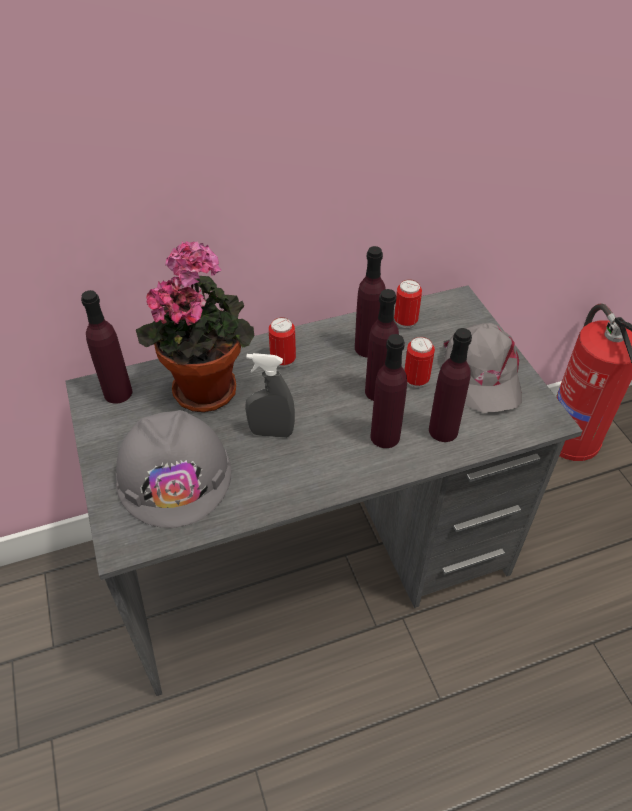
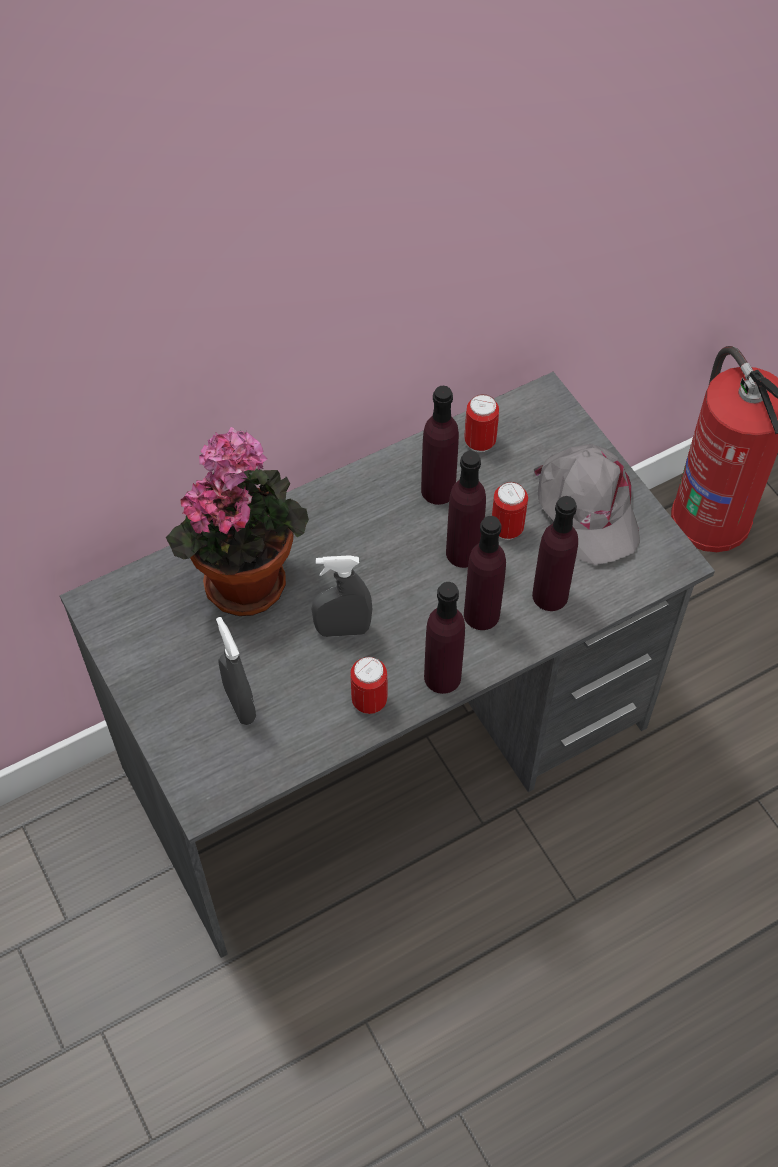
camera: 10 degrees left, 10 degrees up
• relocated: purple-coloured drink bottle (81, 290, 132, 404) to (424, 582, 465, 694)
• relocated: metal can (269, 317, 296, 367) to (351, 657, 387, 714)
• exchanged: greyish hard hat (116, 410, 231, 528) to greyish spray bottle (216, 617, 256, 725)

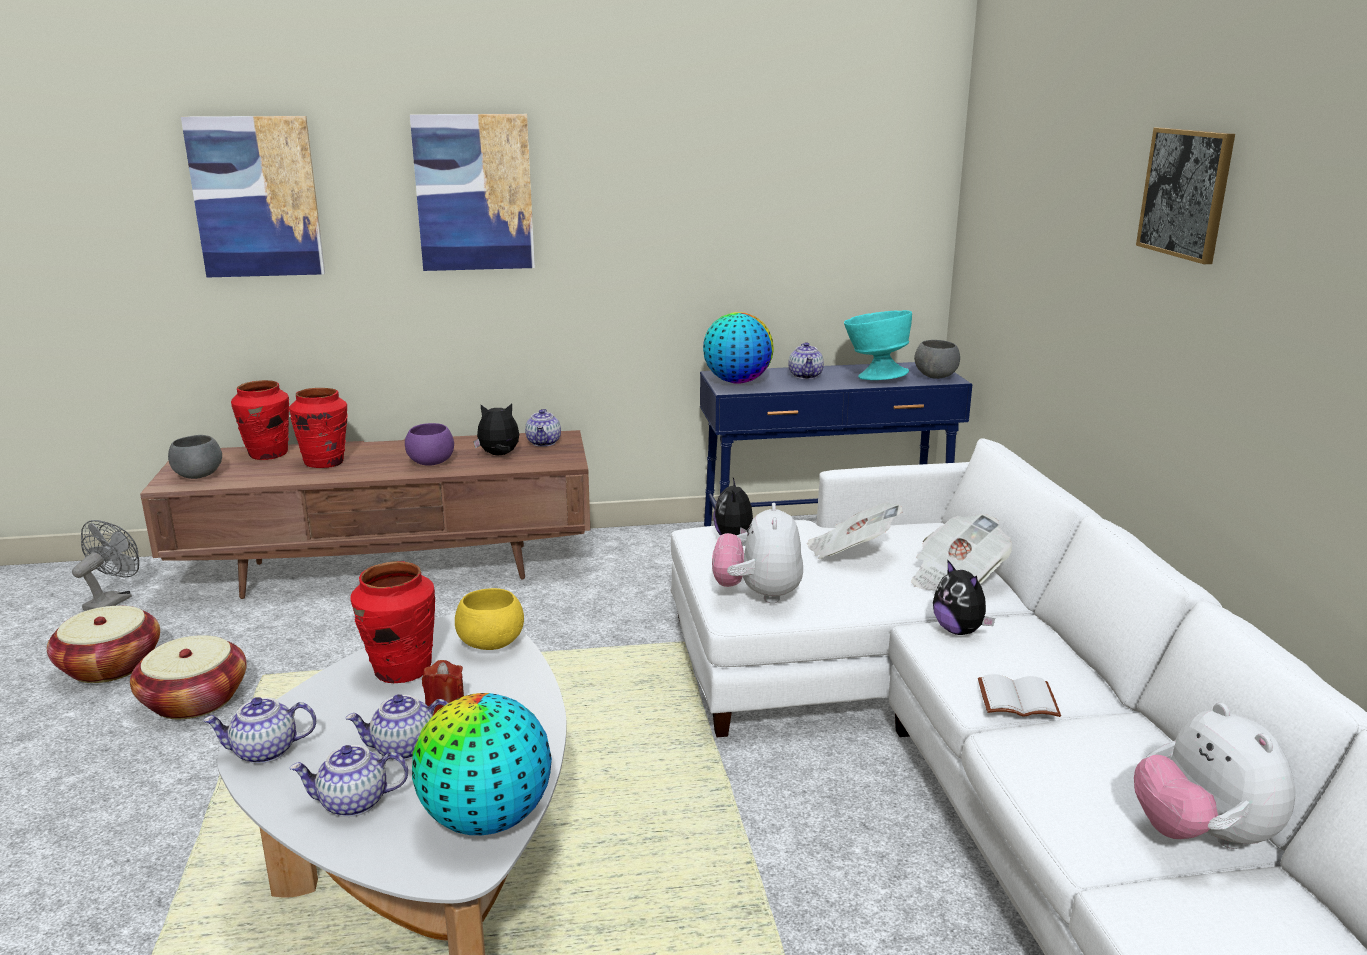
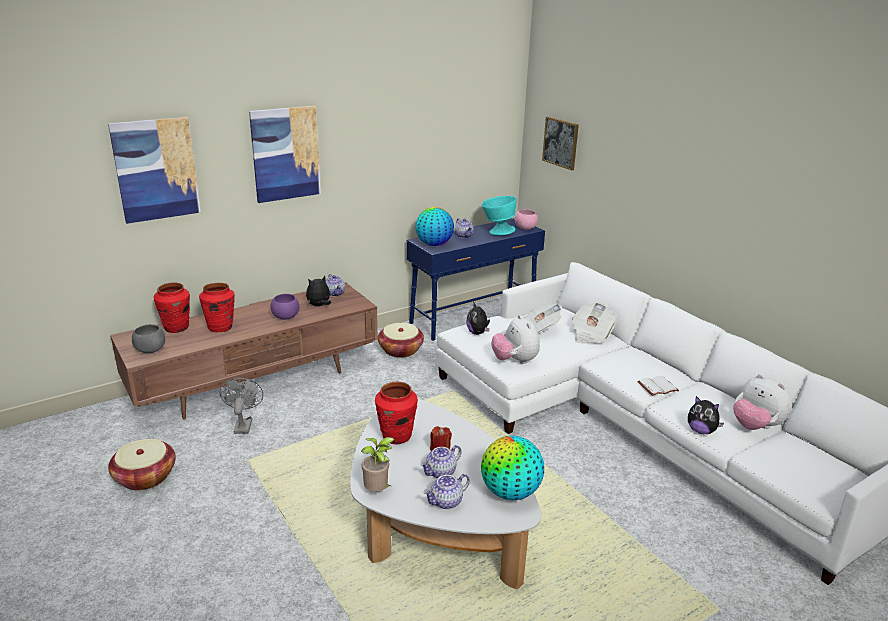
camera: 25 degrees left, 5 degrees up
• missing: yellow bowl (455, 588, 524, 650)
• relocated: greyish cooling fan (72, 520, 139, 611) to (220, 378, 263, 434)
• relocated: household basket (130, 635, 247, 719) to (378, 323, 424, 358)
• relocated: cuddly toy (933, 559, 995, 635) to (688, 396, 724, 434)
• relocated: wall art (1136, 127, 1235, 264) to (542, 117, 579, 171)
• exchanged: teapot (203, 697, 316, 764) to plant in a pot (361, 437, 395, 492)
• colour: greyish bowl (914, 340, 960, 379) to pink-coloured bowl (515, 209, 538, 230)

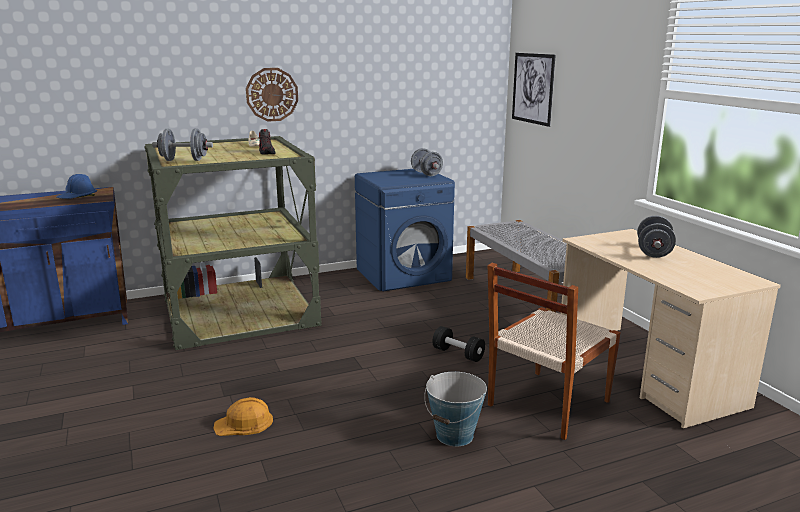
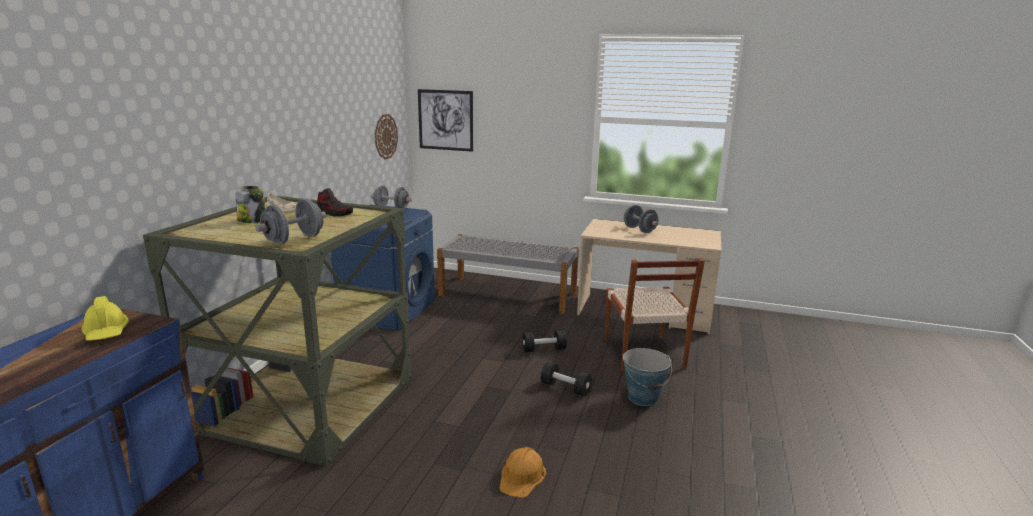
camera: 50 degrees left, 0 degrees up
• appeared: storage jar (236, 186, 265, 223)
• appeared: black hand weight (541, 362, 592, 396)
• relocated: clock on the wall (246, 68, 298, 122) to (375, 114, 398, 160)
• colour: bluish hard hat (57, 174, 97, 199) to yellow hard hat (81, 296, 129, 341)

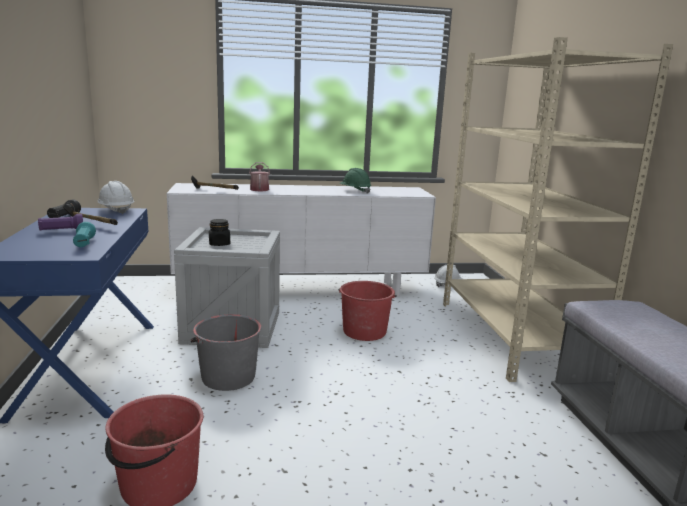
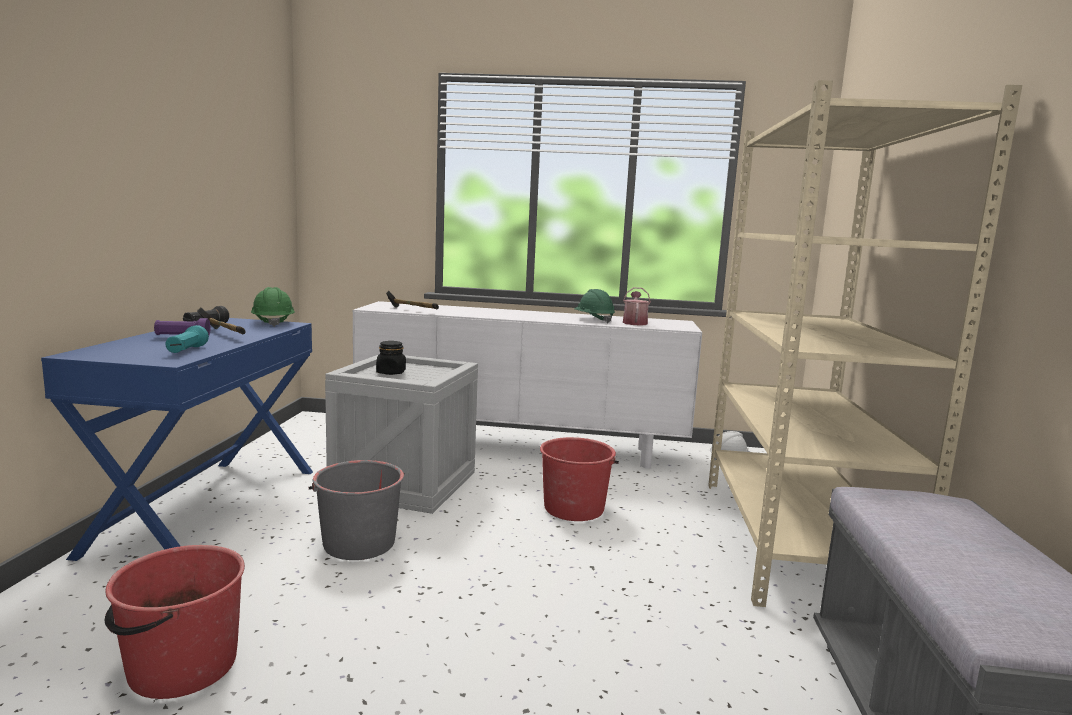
camera: 15 degrees right, 5 degrees down
• relocated: watering can (249, 162, 270, 191) to (623, 287, 651, 326)
• colour: white hard hat (98, 181, 134, 214) to green hard hat (251, 287, 295, 327)

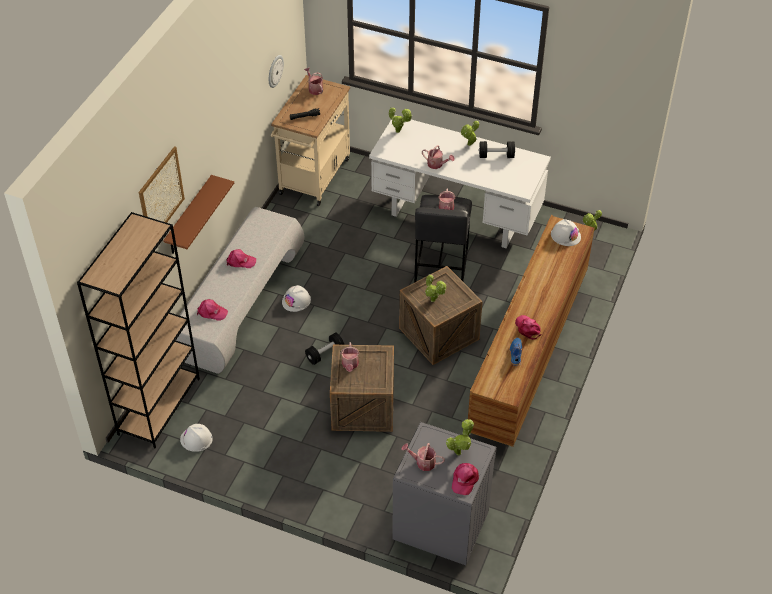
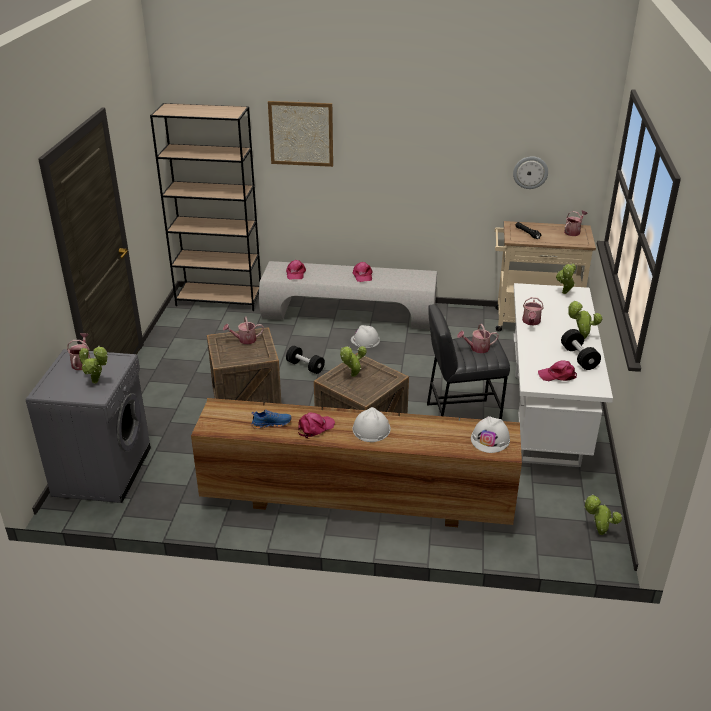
camera: 75 degrees right, 15 degrees down
• missing: brown-coloured bracket shelf (163, 175, 234, 254)
• relocated: white hard hat (180, 424, 213, 452) to (353, 407, 391, 442)
• relocated: pink-coloured cap (452, 463, 479, 495) to (538, 360, 577, 381)

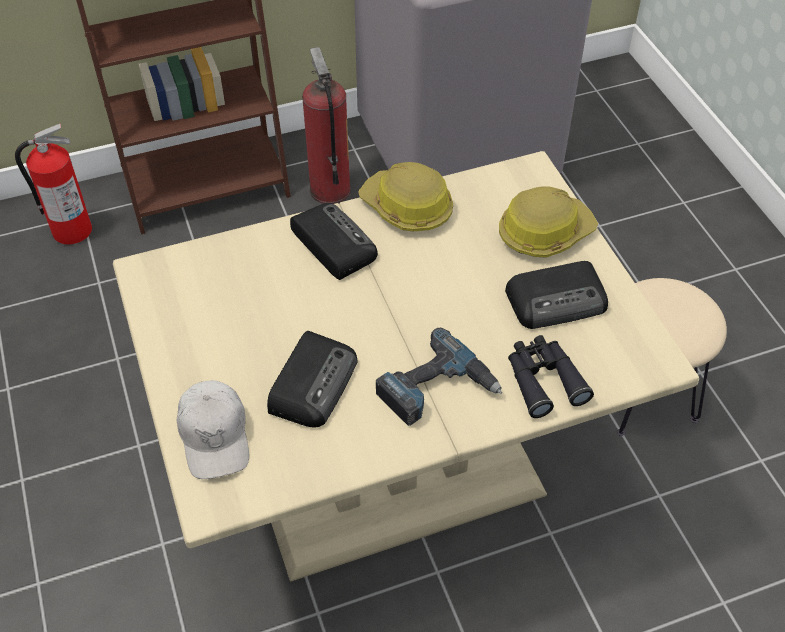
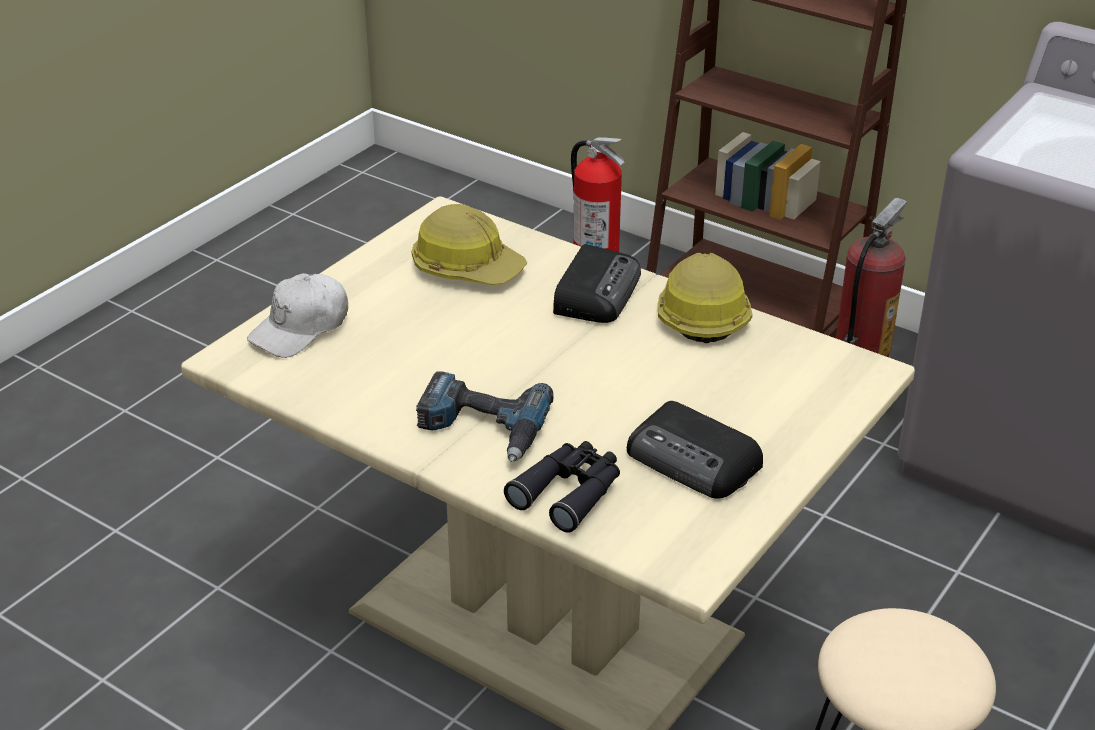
camera: 55 degrees right, 15 degrees down
• missing: radio receiver (267, 331, 357, 427)
• relocated: hard hat (499, 186, 598, 258) to (412, 204, 527, 285)

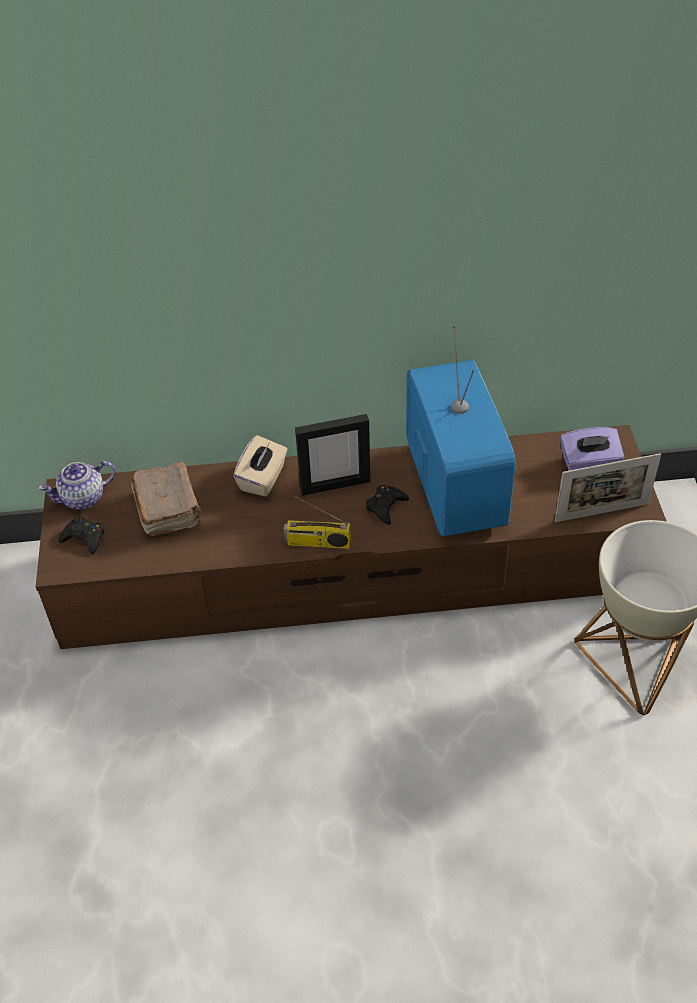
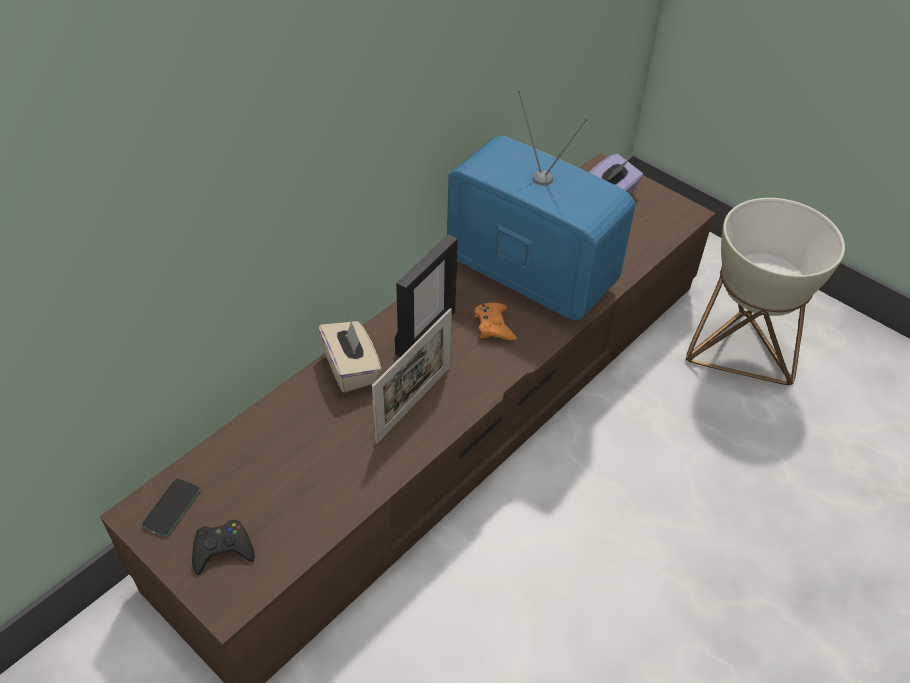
camera: 45 degrees left, 0 degrees up
• missing: brown-coloured volume (131, 461, 201, 536)
• missing: radio receiver (284, 496, 351, 549)
• relocated: picture frame (555, 453, 661, 522) to (372, 308, 452, 443)
• exchanged: teapot (38, 461, 116, 509) to telephone (142, 479, 201, 537)
• colour: black gamepad (366, 485, 409, 525) to orange gamepad (474, 303, 517, 340)

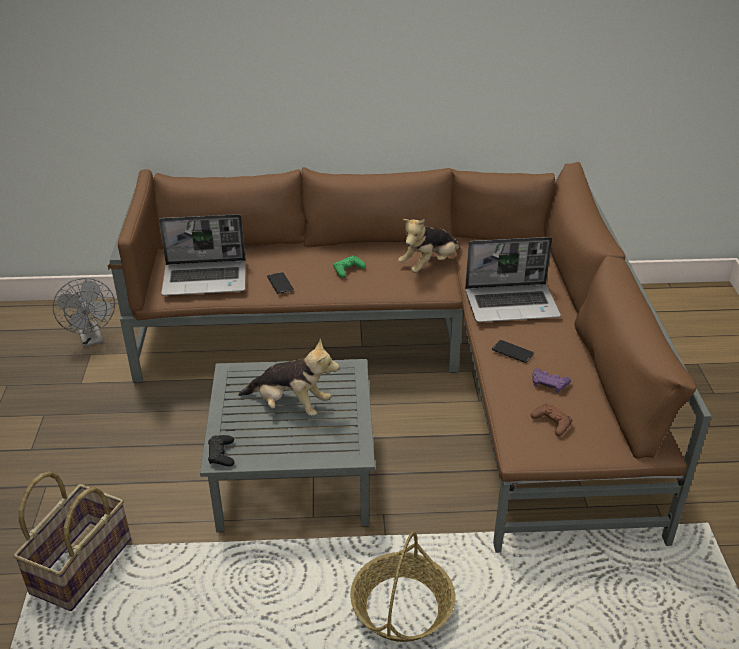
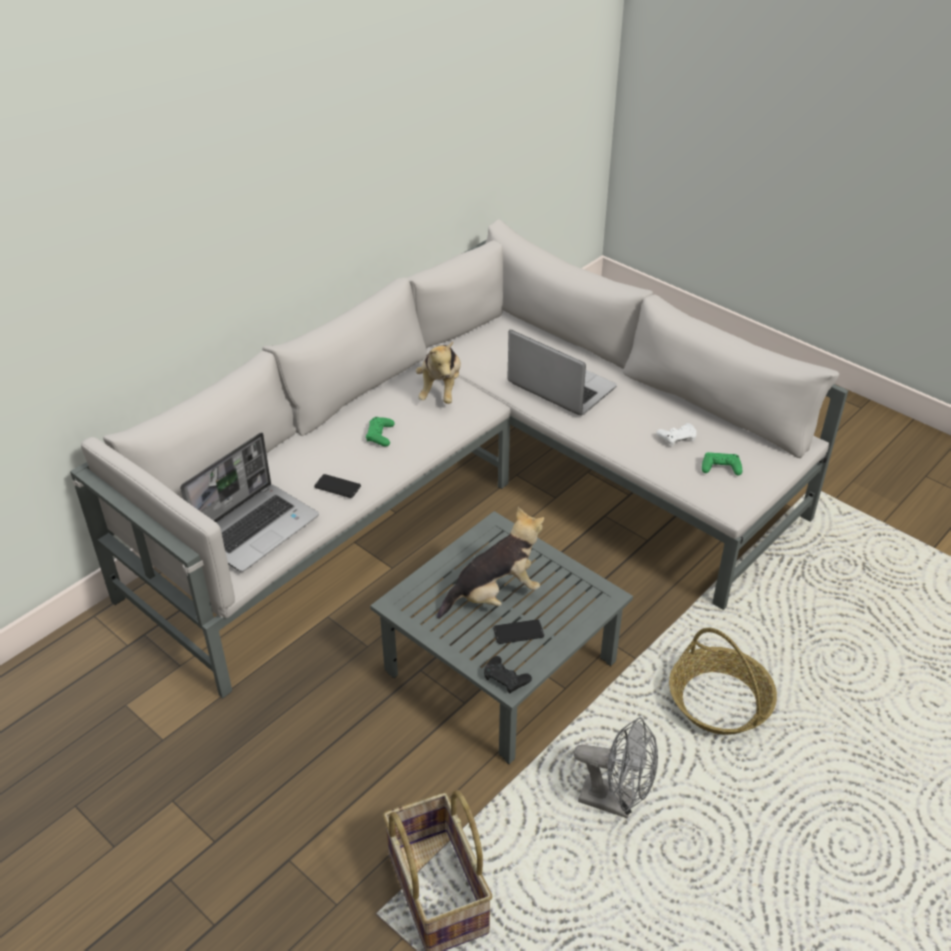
camera: 45 degrees left, 5 degrees up
• relocated: greyish cooling fan (53, 278, 115, 347) to (574, 717, 658, 818)
• relocated: telephone (492, 340, 534, 363) to (493, 619, 544, 644)
• colour: brown-coloured sofa (108, 162, 711, 553) to white sofa (70, 219, 848, 764)
• colour: brown-coloured gamepad (531, 403, 572, 436) to green gamepad (702, 452, 742, 476)
• colour: purple-coloured gamepad (532, 368, 571, 393) to white gamepad (656, 423, 697, 446)
• spun: laptop (465, 237, 561, 322) = (507, 330, 617, 415) 90 degrees counterclockwise

